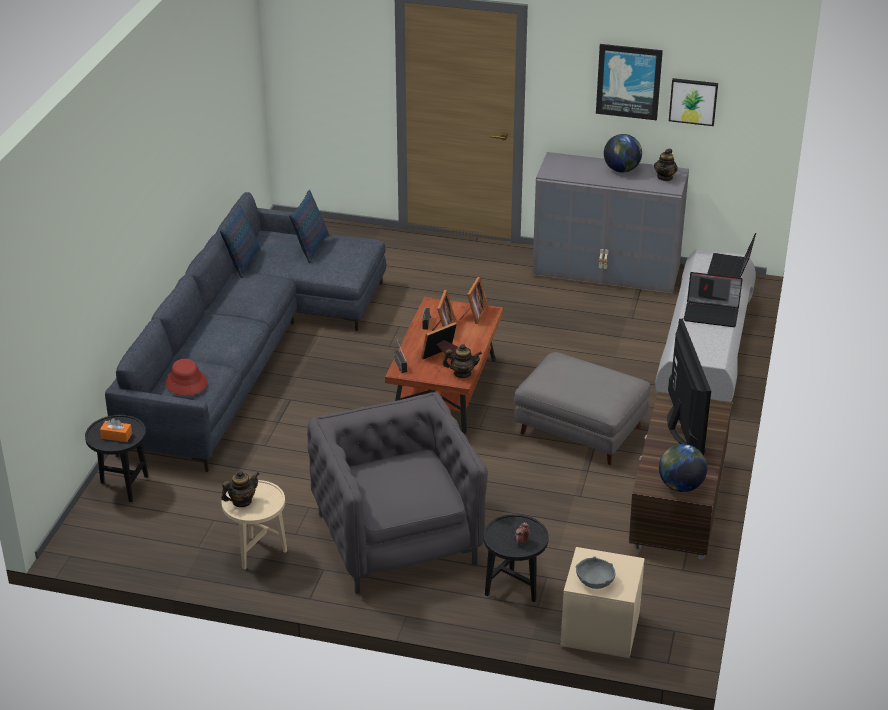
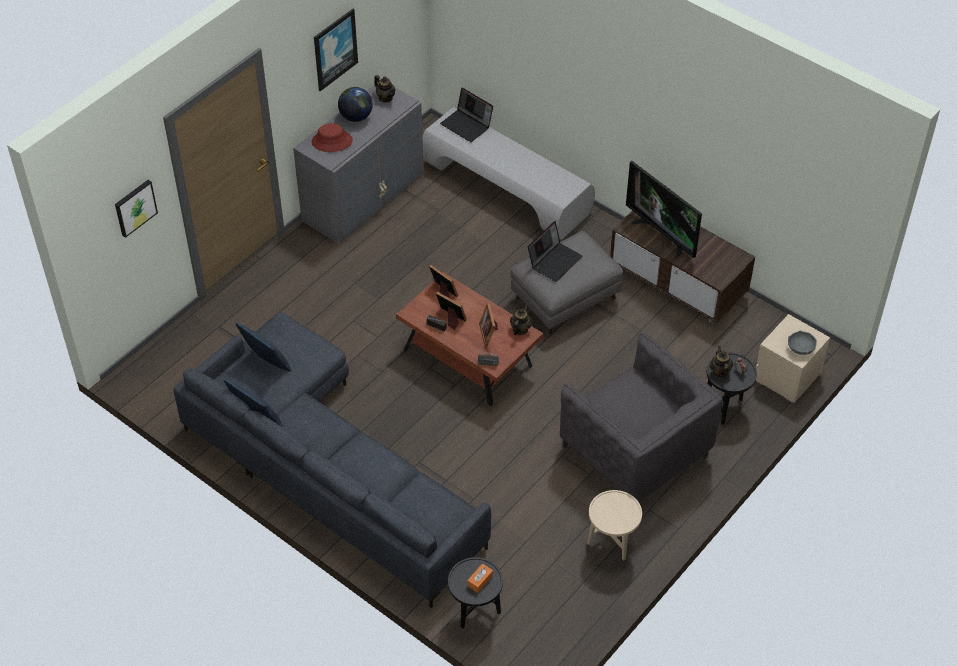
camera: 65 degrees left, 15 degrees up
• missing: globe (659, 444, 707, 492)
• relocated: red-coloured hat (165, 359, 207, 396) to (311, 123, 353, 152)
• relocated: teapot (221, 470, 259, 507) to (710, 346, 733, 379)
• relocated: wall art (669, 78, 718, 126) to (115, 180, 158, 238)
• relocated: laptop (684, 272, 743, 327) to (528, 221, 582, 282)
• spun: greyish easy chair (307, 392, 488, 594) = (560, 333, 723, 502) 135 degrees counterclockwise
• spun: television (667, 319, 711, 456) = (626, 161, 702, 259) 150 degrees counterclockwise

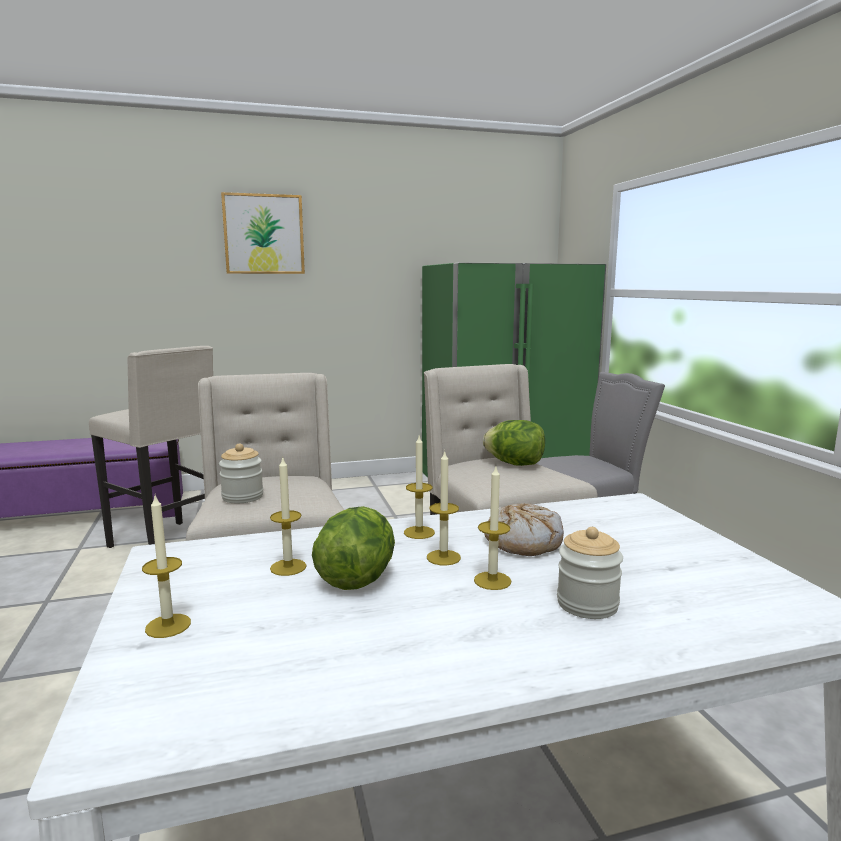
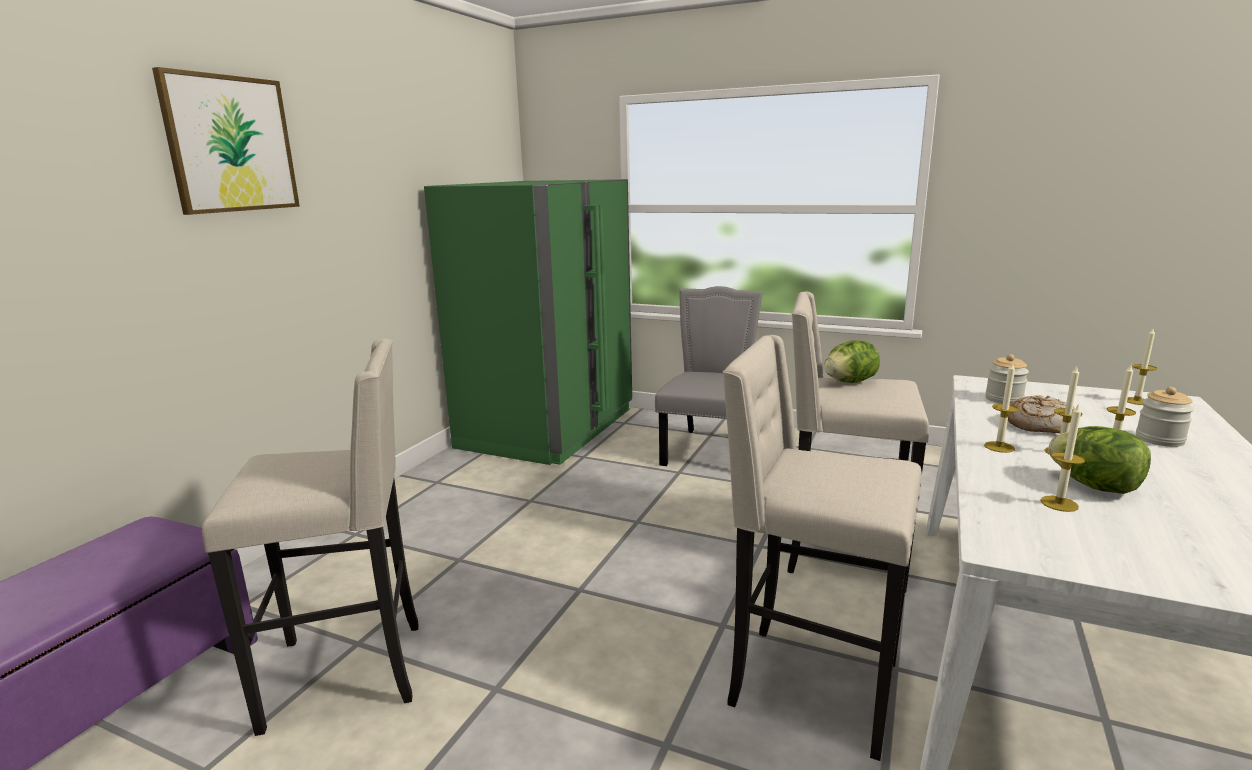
camera: 50 degrees left, 5 degrees up
• relocated: candle (142, 496, 191, 638) to (1127, 328, 1157, 405)
• relocated: storage jar (219, 443, 263, 503) to (985, 354, 1029, 404)

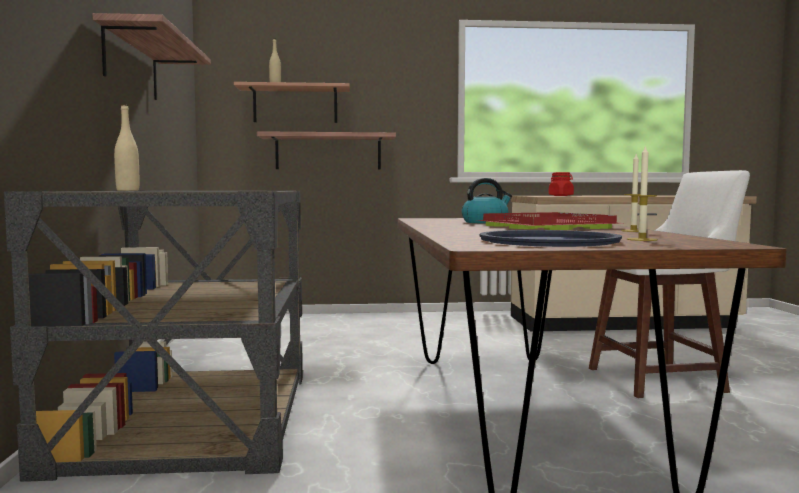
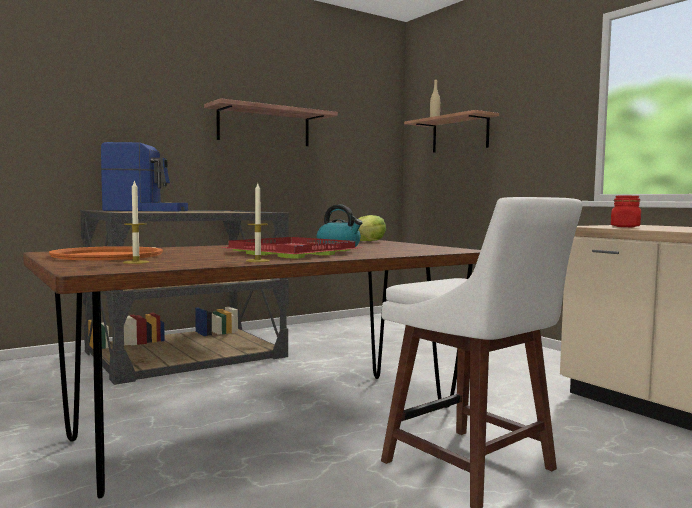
camera: 60 degrees right, 0 degrees up
• missing: bracket shelf (257, 131, 396, 169)
• appeared: head of lettuce (358, 215, 386, 241)
• exchanged: beige-coloured drink bottle (114, 104, 139, 191) to coffee brewer (101, 142, 188, 212)
• colour: bluish serving tray (479, 230, 622, 247) to orange serving tray (49, 246, 163, 260)

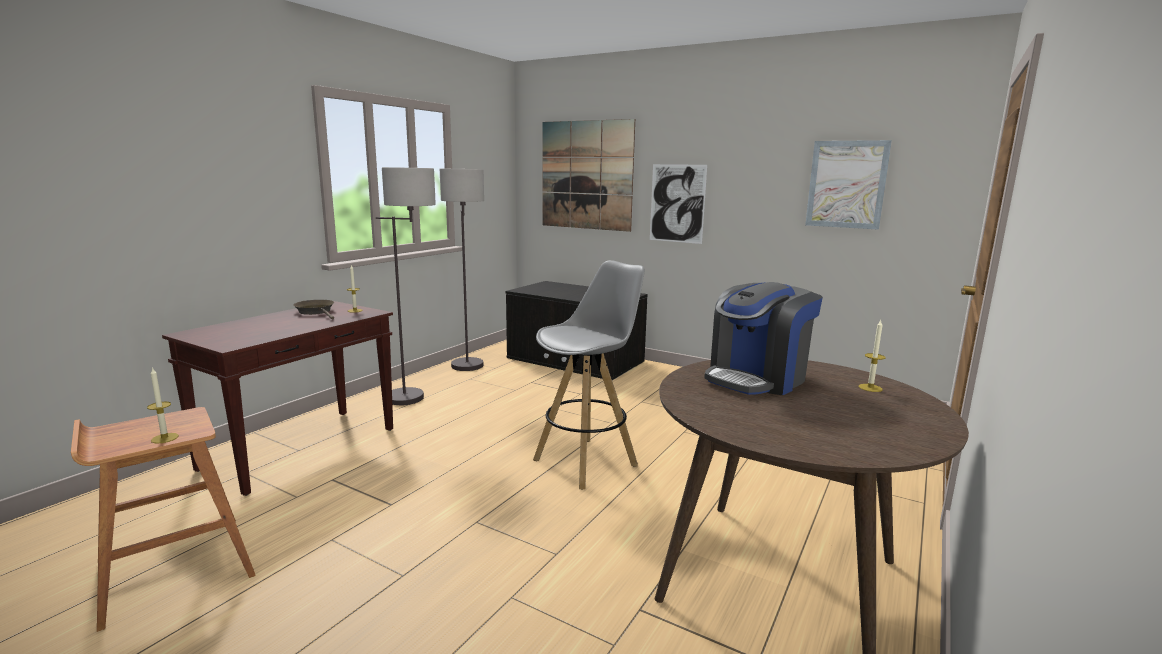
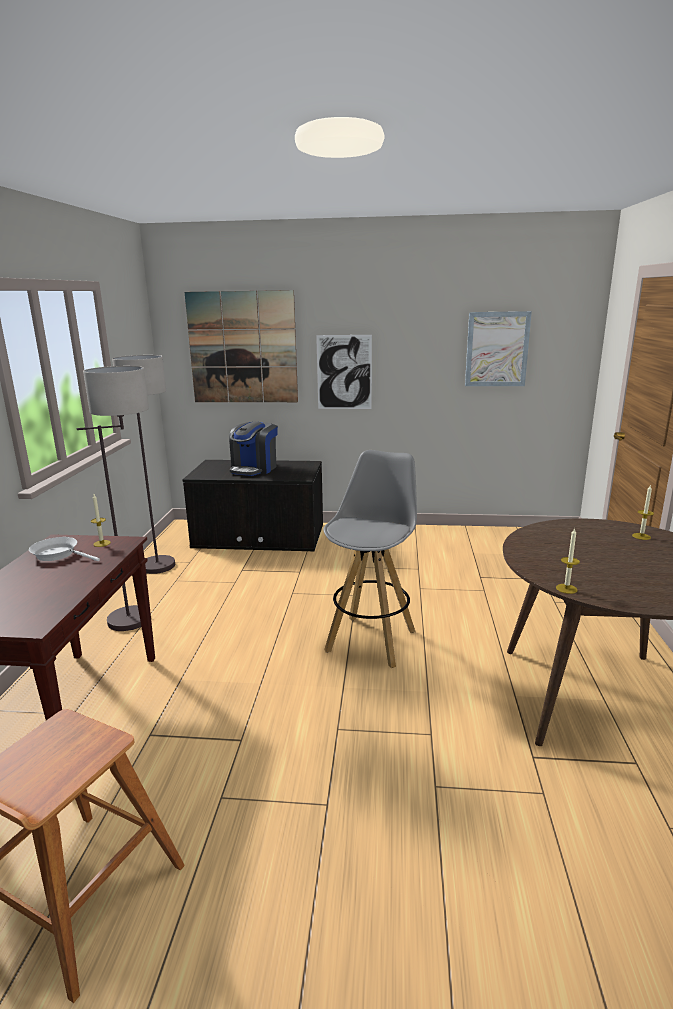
camera: 25 degrees left, 5 degrees up
• relocated: candle (147, 367, 179, 444) to (556, 528, 580, 594)
• relocated: coffee brewer (704, 282, 823, 395) to (229, 422, 278, 476)
• colour: brown-coloured frying pan (293, 300, 334, 319) to white frying pan (29, 537, 100, 561)

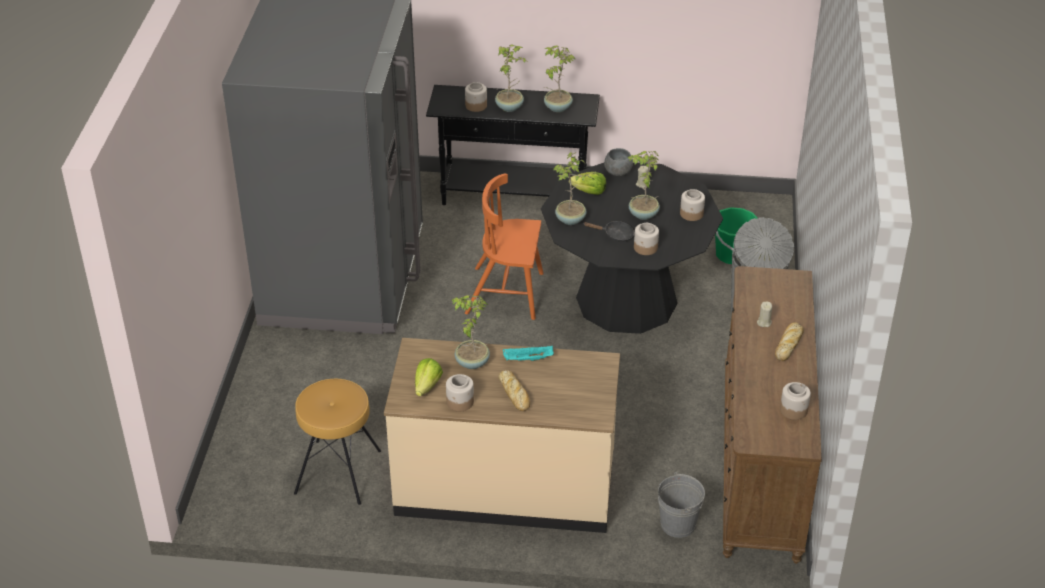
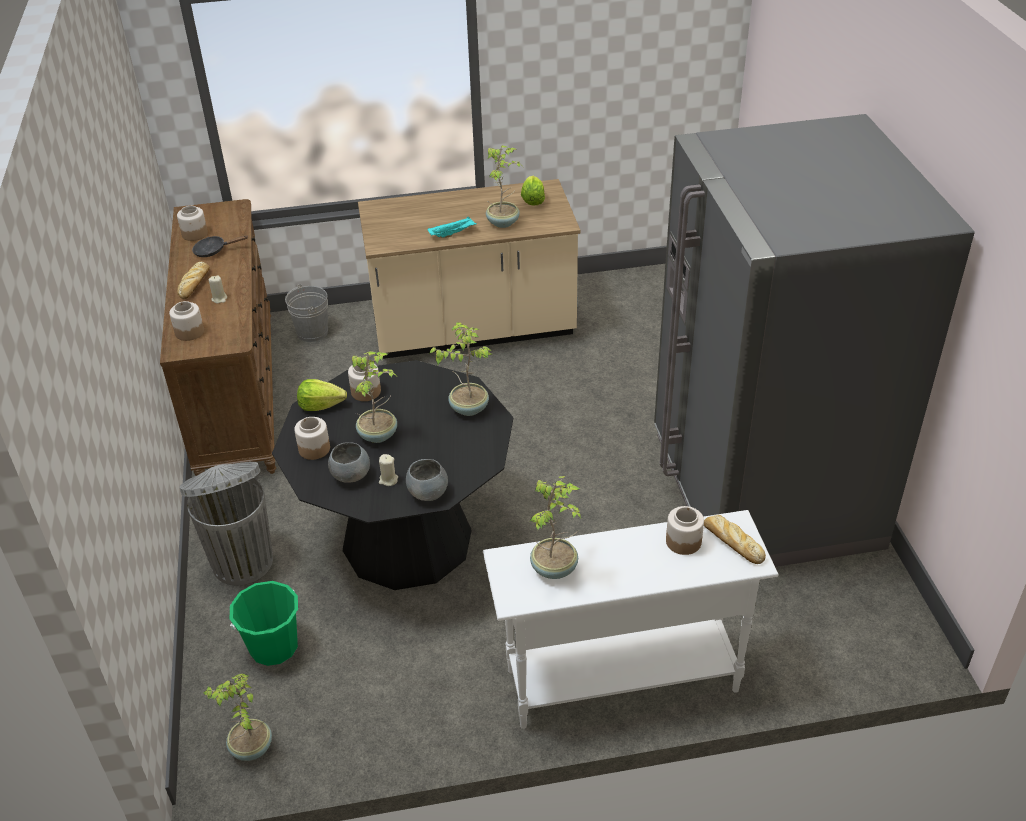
camera: 165 degrees right, 0 degrees up
• missing: brown-coloured stool seat (294, 379, 381, 505)
• missing: orange plain chair (465, 174, 544, 320)
• appeared: greyish bowl (328, 442, 370, 483)
• relocated: storage jar (446, 374, 474, 411) to (169, 301, 204, 341)
• relocated: plant in a pot (495, 44, 528, 112) to (204, 674, 272, 761)
• relocated: baked bread (498, 370, 530, 411) to (704, 515, 766, 564)
• relocated: head of lettuce (571, 172, 606, 195) to (297, 379, 347, 411)
• relocated: black frying pan (584, 221, 634, 242) to (192, 235, 247, 257)
• colour: black narrow table (426, 85, 600, 205) to white narrow table (483, 510, 779, 729)

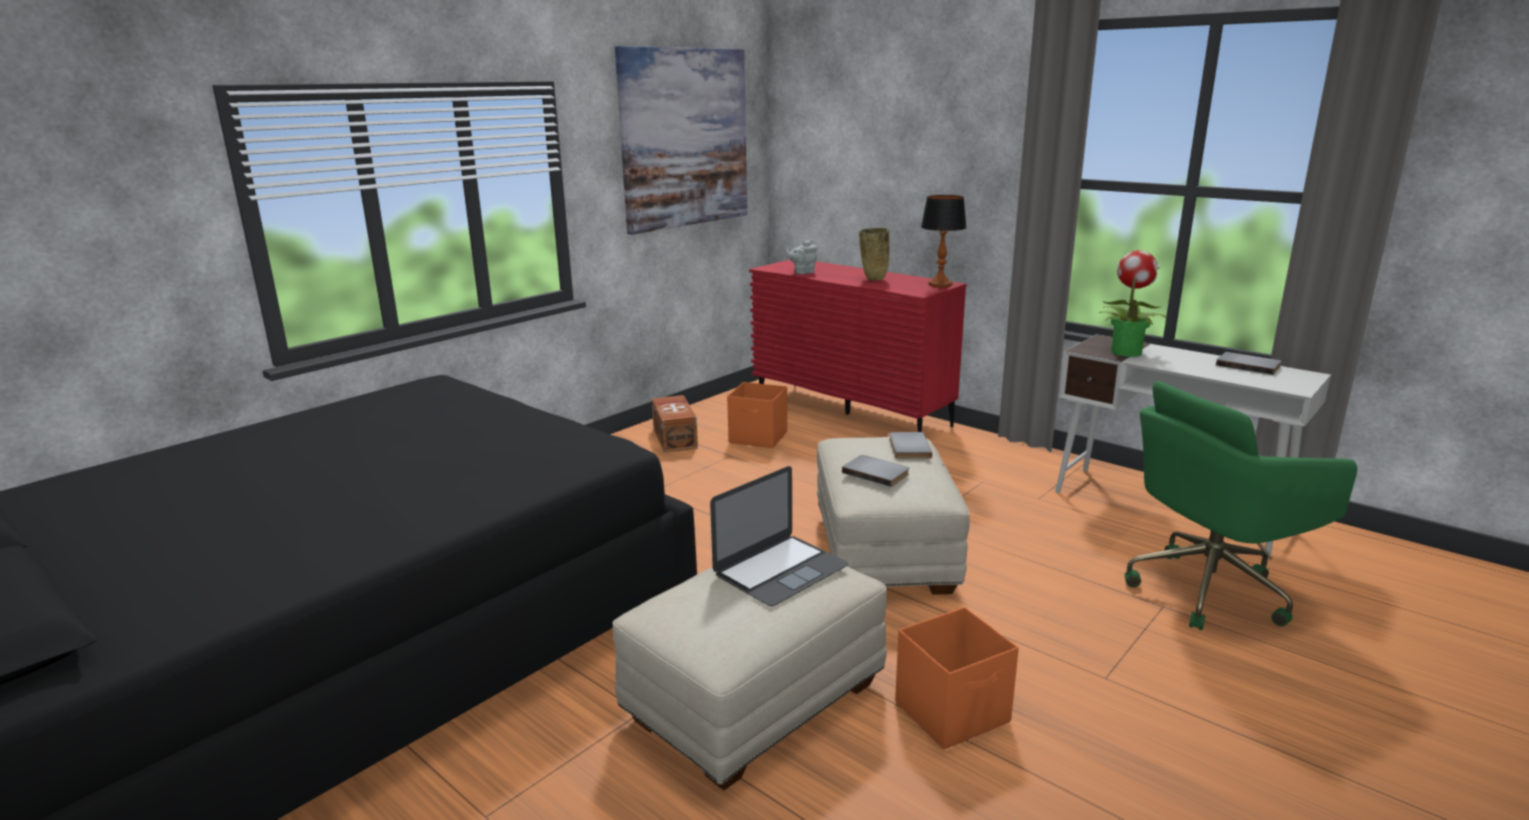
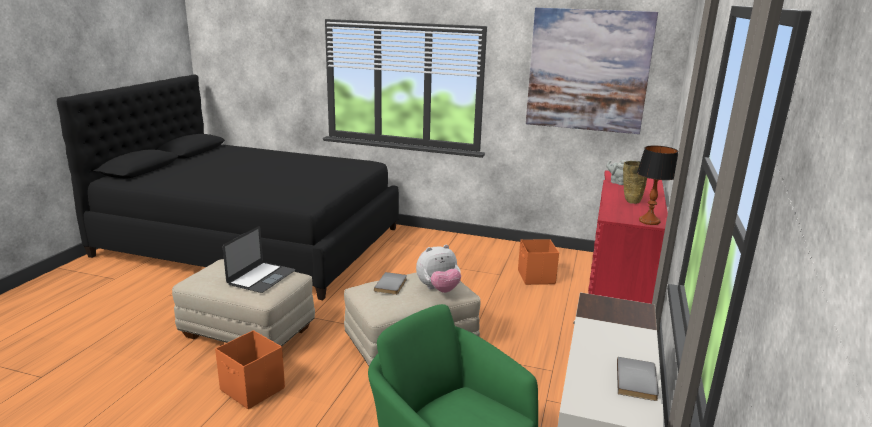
camera: 65 degrees right, 0 degrees up
• missing: brown-coloured storage box (652, 395, 698, 453)
• missing: plant in a pot (1099, 250, 1167, 357)
• exchanged: greyish volume (889, 432, 932, 459) to cuddly toy (416, 245, 461, 293)
• spun: laptop (710, 466, 848, 606) = (223, 226, 295, 293) 90 degrees counterclockwise

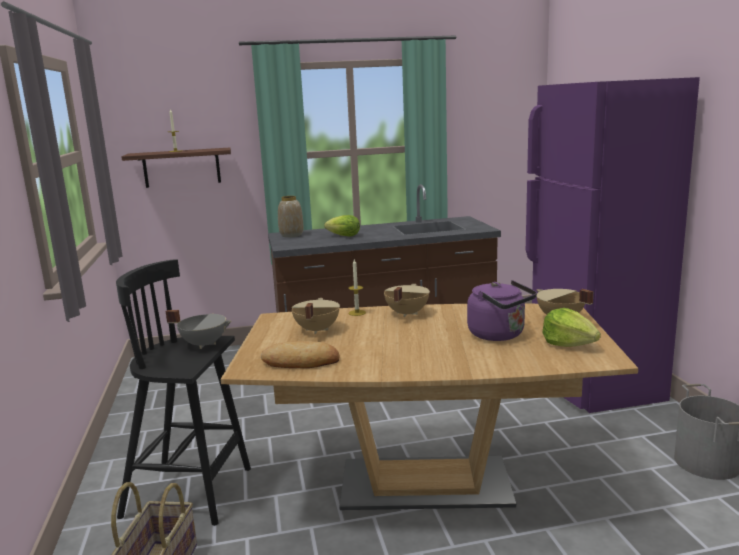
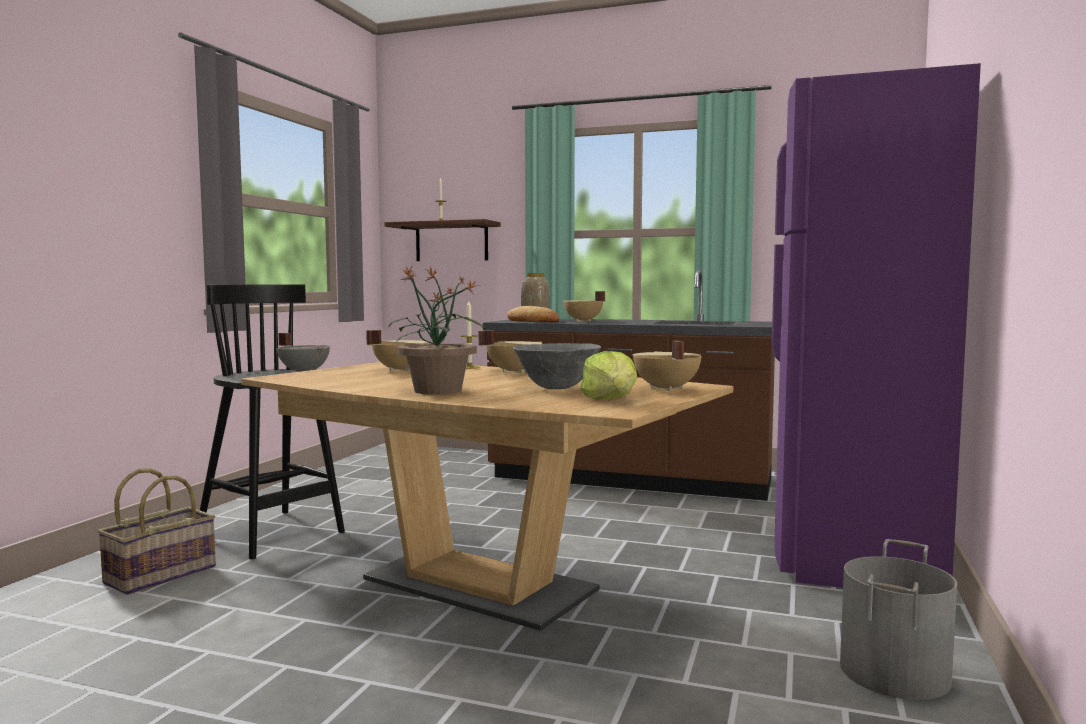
camera: 30 degrees right, 10 degrees down
• appeared: plant in a pot (389, 267, 486, 395)
• relocated: baked bread (261, 341, 340, 368) to (507, 306, 559, 322)
• exchanged: head of lettuce (324, 215, 360, 237) to beige-coloured cooking pot (564, 291, 605, 322)
• exchanged: purple-coloured kettle (467, 280, 537, 341) to greyish bowl (513, 343, 601, 389)

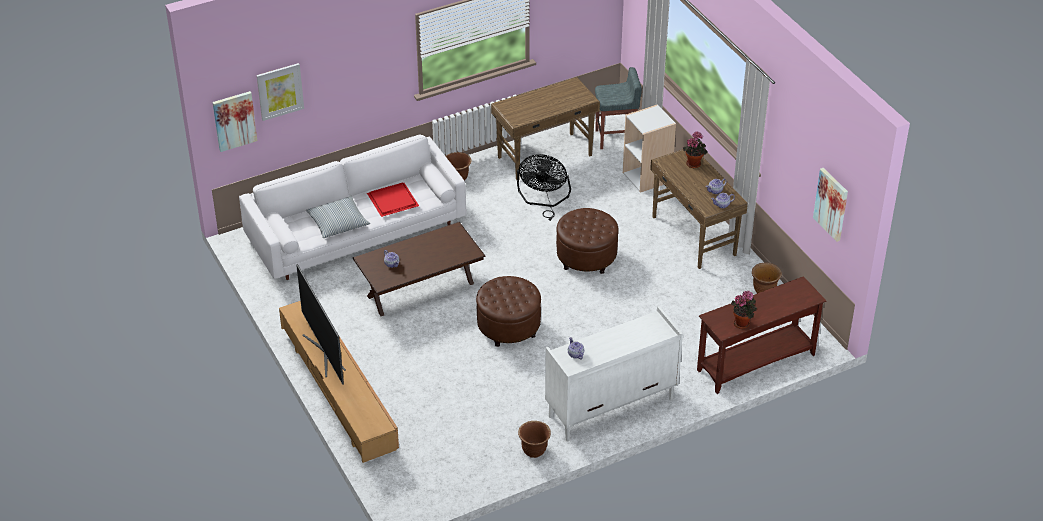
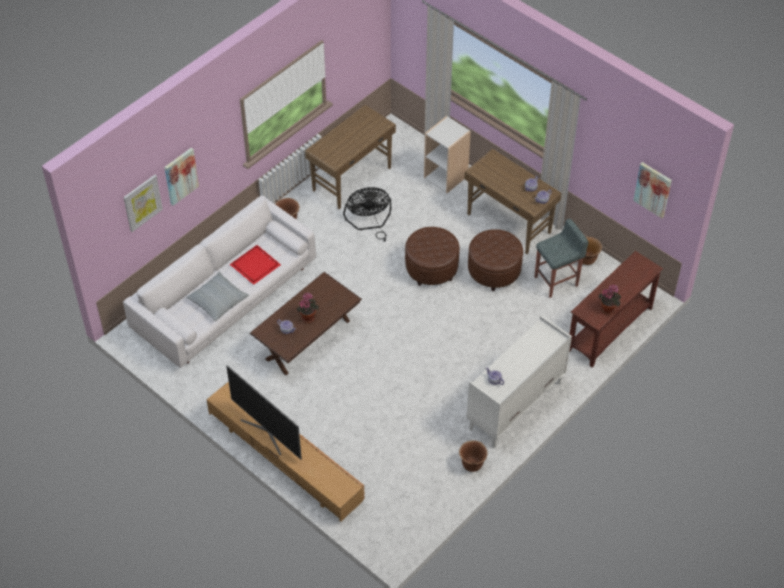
camera: 20 degrees left, 10 degrees up
• relocated: wall art (212, 91, 257, 152) to (164, 148, 199, 206)
• relocated: brown-coloured pouffe (476, 276, 541, 347) to (468, 229, 523, 291)
• relocated: greyish stool seat (595, 67, 642, 149) to (535, 219, 589, 298)
• relocated: plant in a pot (683, 132, 707, 168) to (297, 292, 319, 323)

